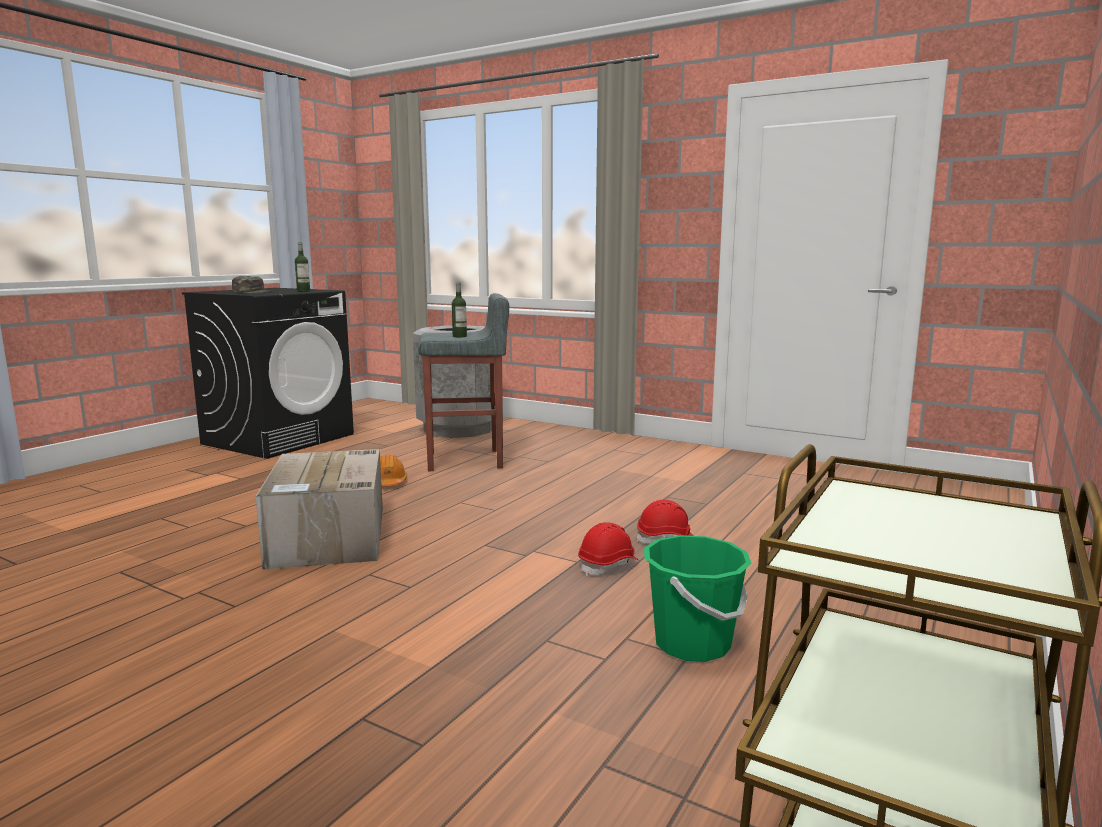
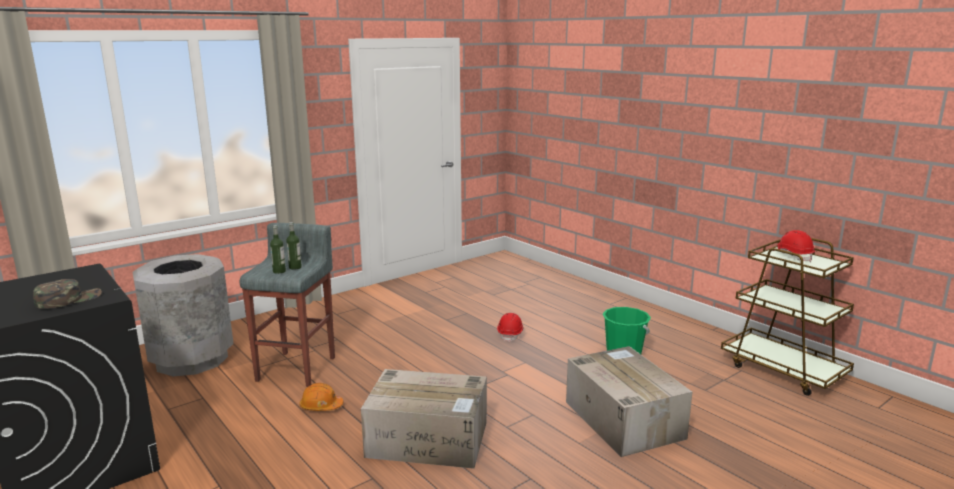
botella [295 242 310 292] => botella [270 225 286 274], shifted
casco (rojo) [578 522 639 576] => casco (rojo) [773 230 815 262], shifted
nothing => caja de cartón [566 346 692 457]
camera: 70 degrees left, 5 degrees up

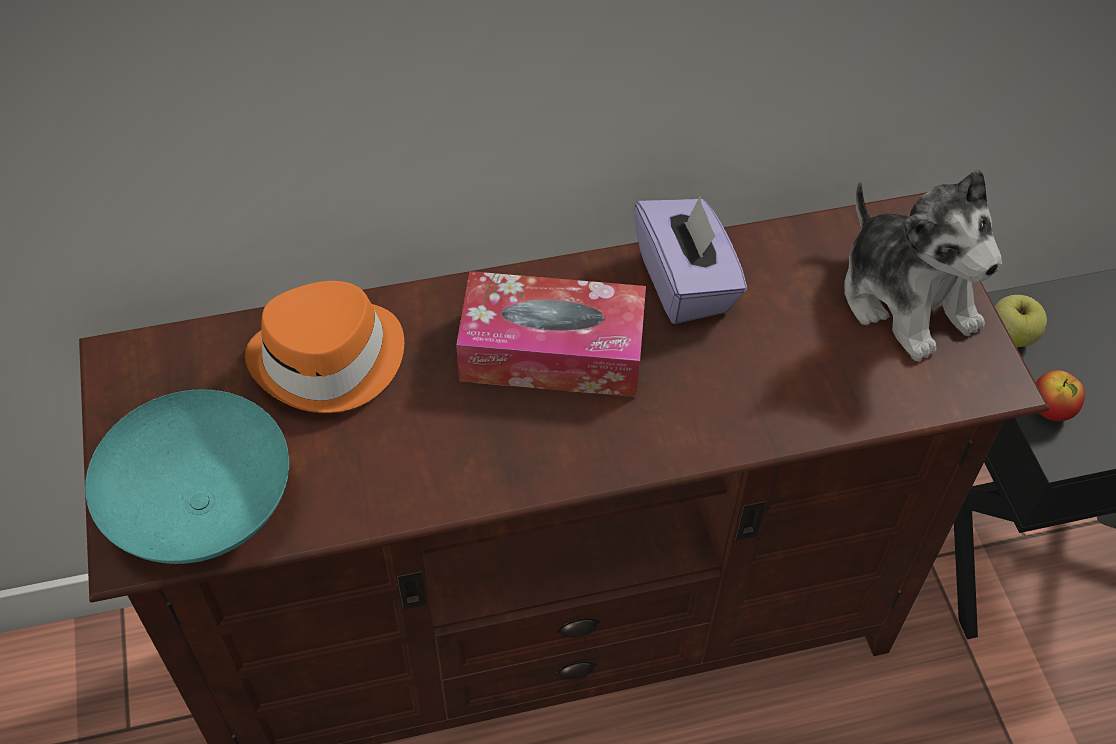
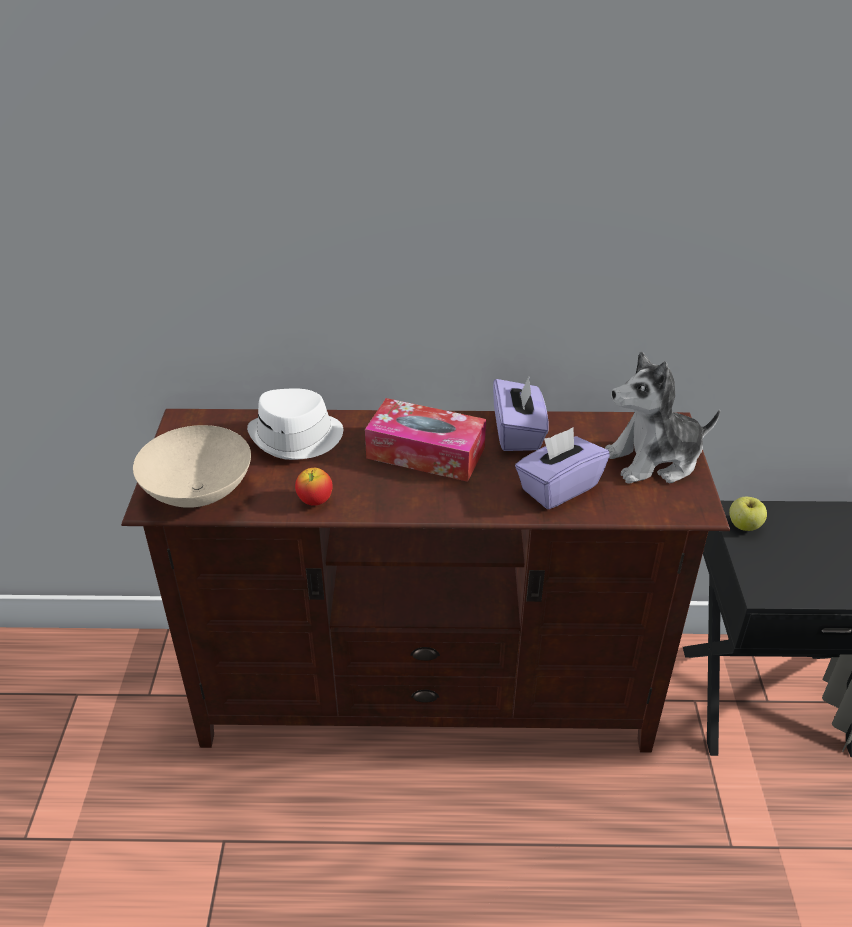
cuenco (turquesa) [85 389 289 564] => cuenco (beis) [133 425 251 507]
sombrero (naranja) [245 281 404 413] => sombrero (blanco) [247 388 343 460]
peluche [844 170 1002 361] => peluche [605 351 720 484], 90 degrees clockwise
manzana [1036 370 1085 421] => manzana [295 468 333 506], shifted
nothing => caja de pañuelos (morado) [515 427 610 509]
camera: 15 degrees right, 15 degrees down

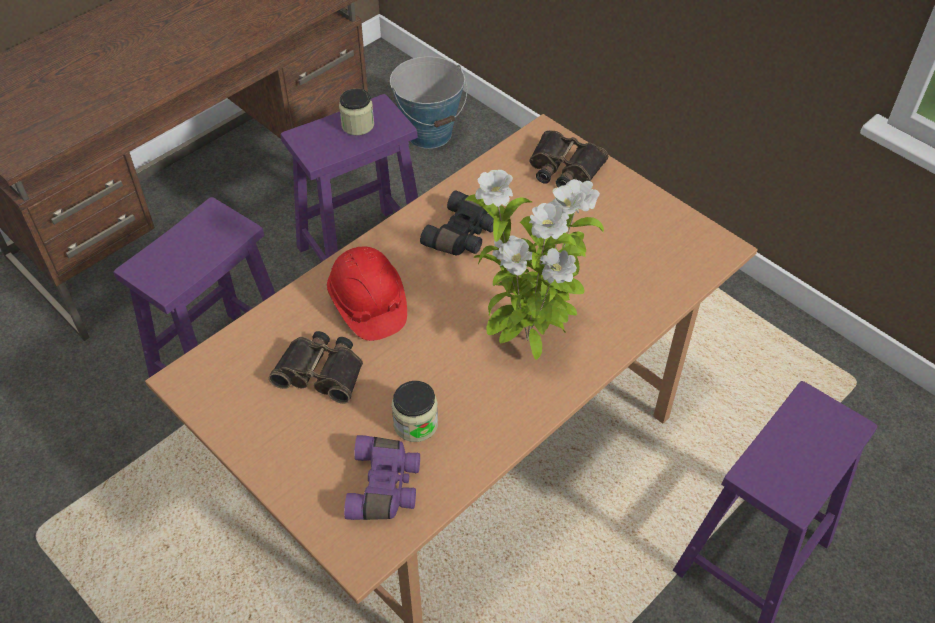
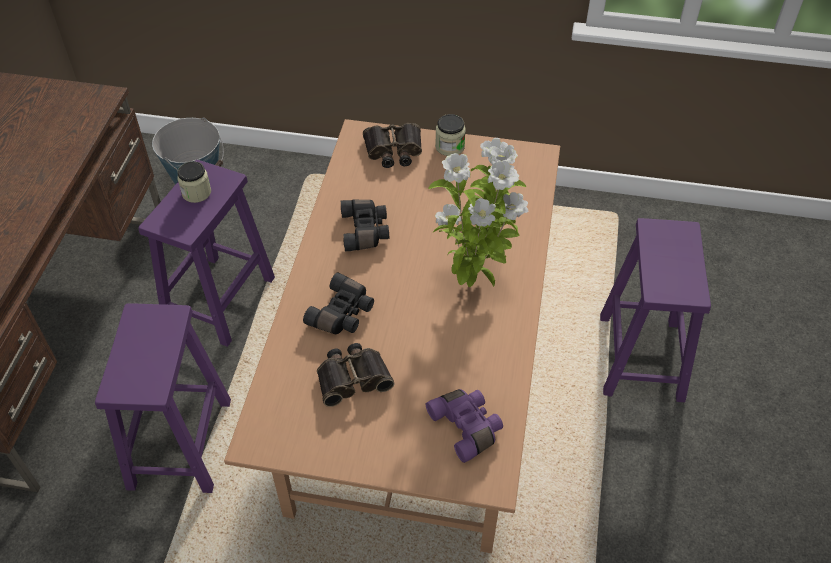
casco (rojo) [327 246 407 341] => prismáticos (negro) [303 272 374 334]
tarro [392 381 438 442] => tarro [435 114 466 156], shifted
camera: 35 degrees left, 0 degrees up

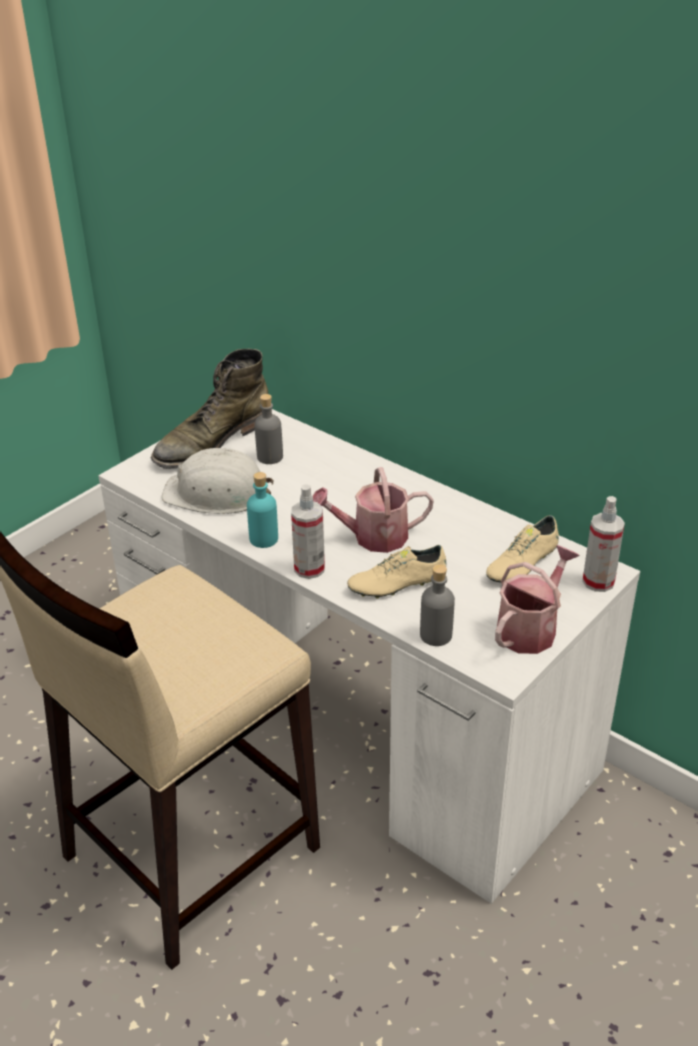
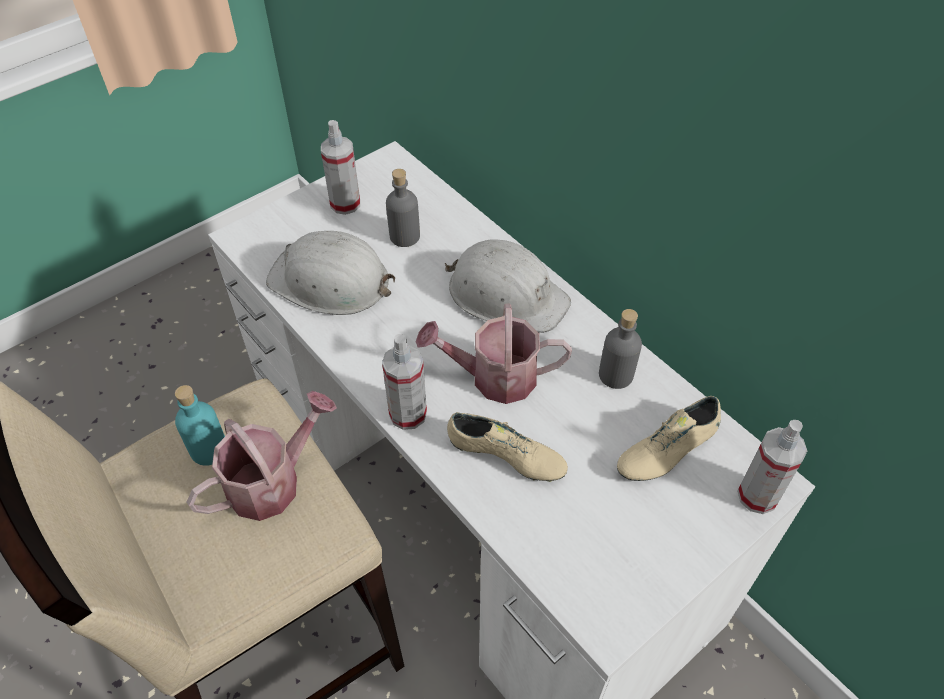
bota (verde) [151 349 268 469] => pulverizador [321 120 360 215]
botella (turquesa) [247 472 278 548] => botella (turquesa) [175 385 225 466], shifted
zapato (beis) [347 545 446 598] => zapato (beis) [447 412 568 482], 150 degrees counterclockwise
botella (gris) [420 564 455 646] => botella (gris) [599 309 642 389], shifted
regadera [495 545 580 654] => regadera [186 391 337 521], shifted
nothing => casco (blanco) [445 239 571 333]
camera: 10 degrees right, 15 degrees up

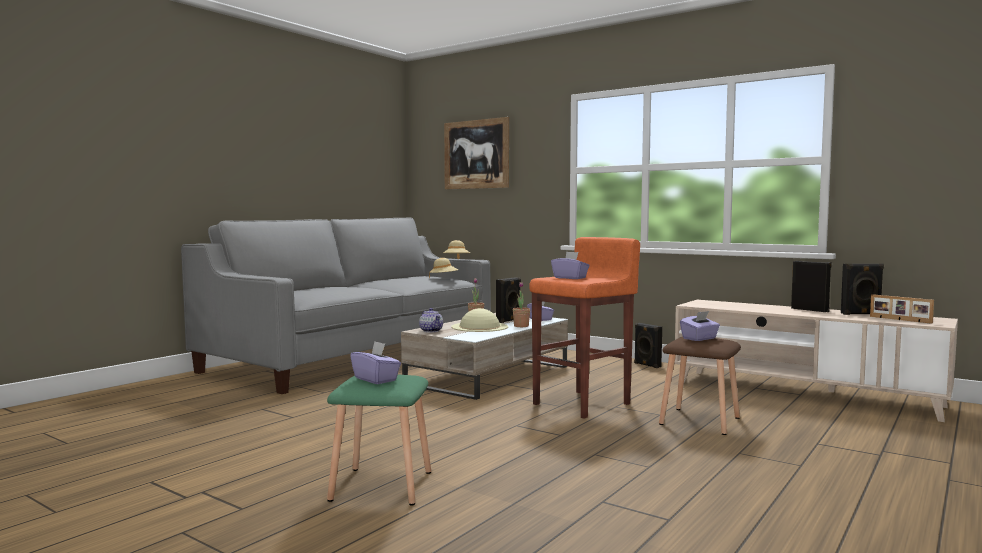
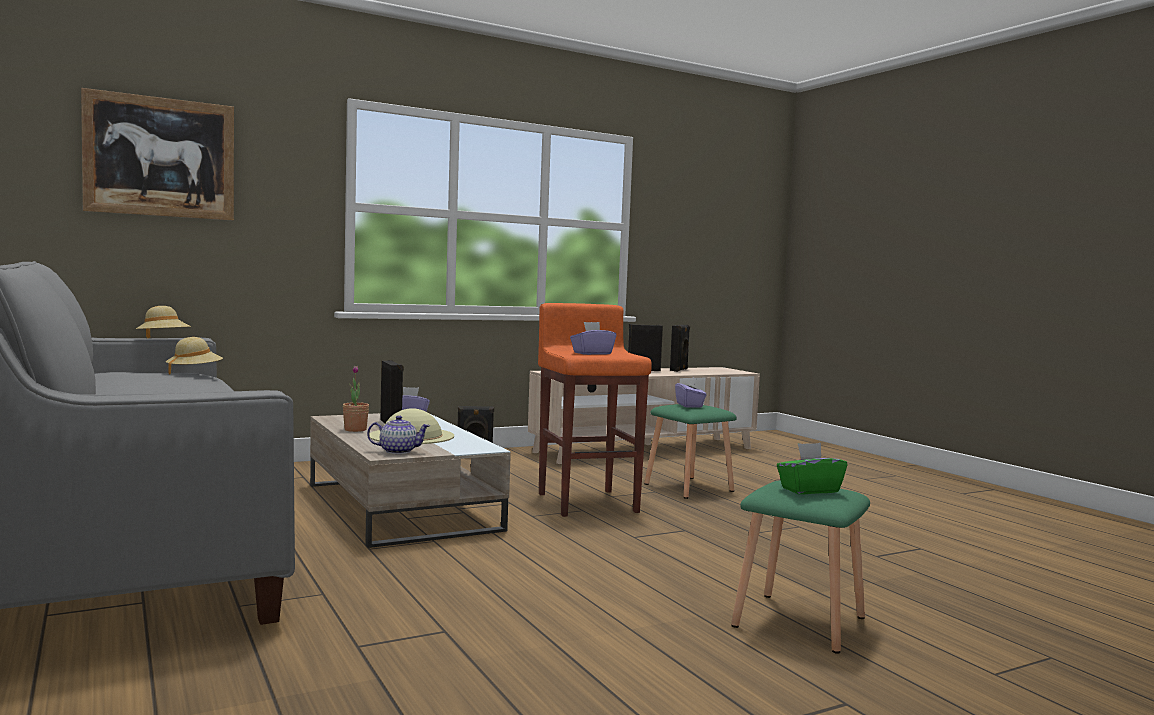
caja de pañuelos (morado) [350 341 401 384] => caja de pañuelos (verde) [777 443 847 494]
planta en maceta [513 282 530 327] => nothing
taburete (marrón) [659 337 741 435] => taburete (verde) [645 404 737 499]
portarretratos [870 294 934 324] => nothing
camera: 65 degrees left, 0 degrees up

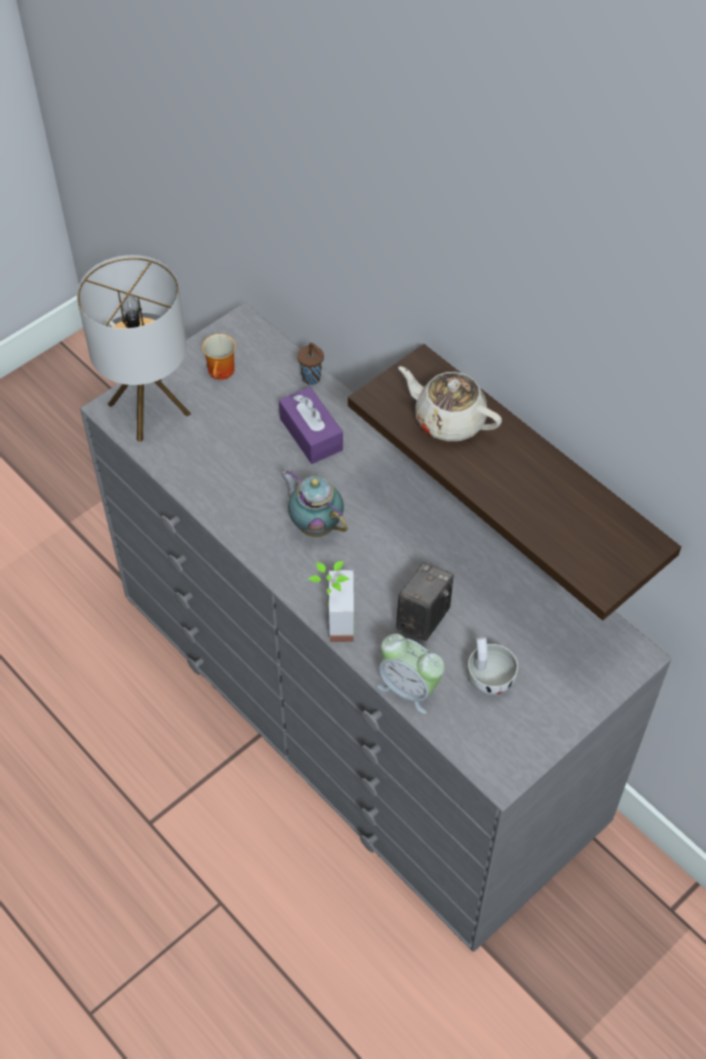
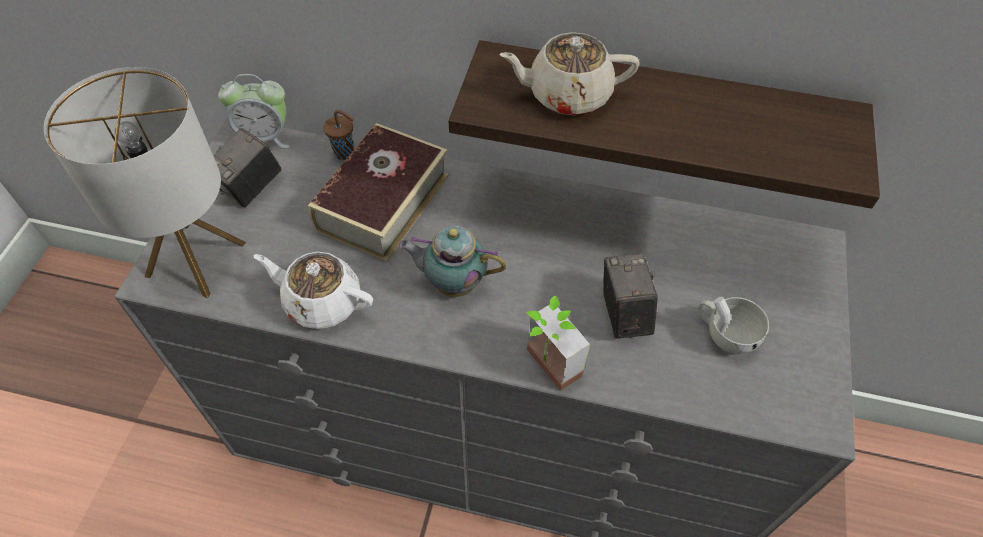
taza grande [202 334 236 380] => cámara [213 128 282 207]
caja de pañuelos (morado) [279 387 343 464] => libro [308 123 448 262]
despertador [377 634 445 714] => despertador [218 74 290 148], shifted
nothing => tetera (blanco) [253 251 373 329]
camera: 35 degrees left, 0 degrees up

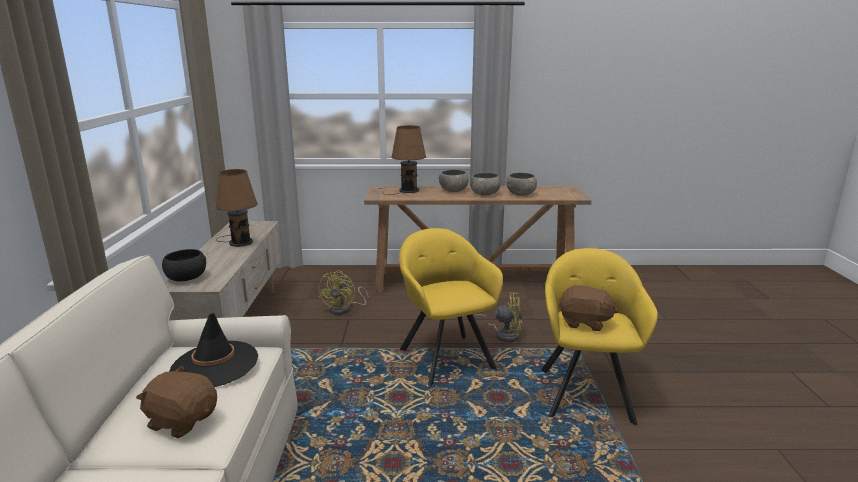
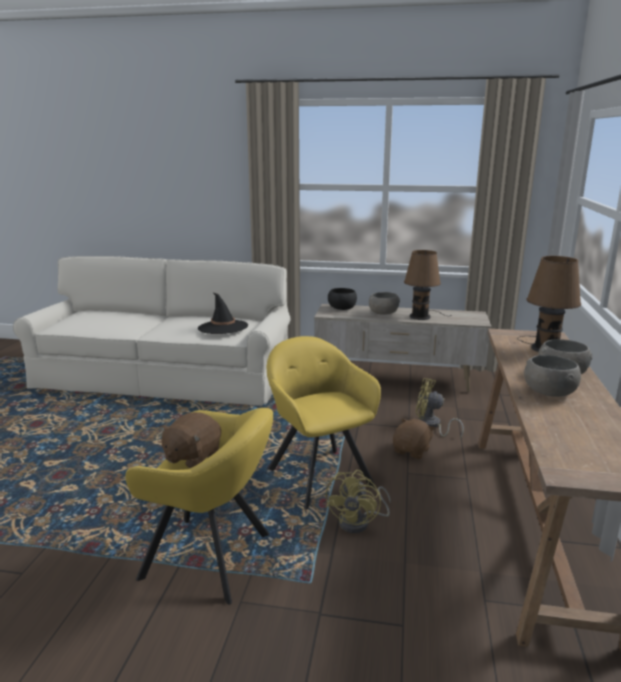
peluche (marrón) [136 366 217 438] => peluche (marrón) [393 418 435 459], shifted
sillón (amarillo) [399 228 503 386] => sillón (amarillo) [266 336 381 510], 105 degrees counterclockwise
cuenco (gris) [506 172 537 196] => cuenco (gris) [369 292 400 315], shifted
camera: 100 degrees right, 0 degrees up

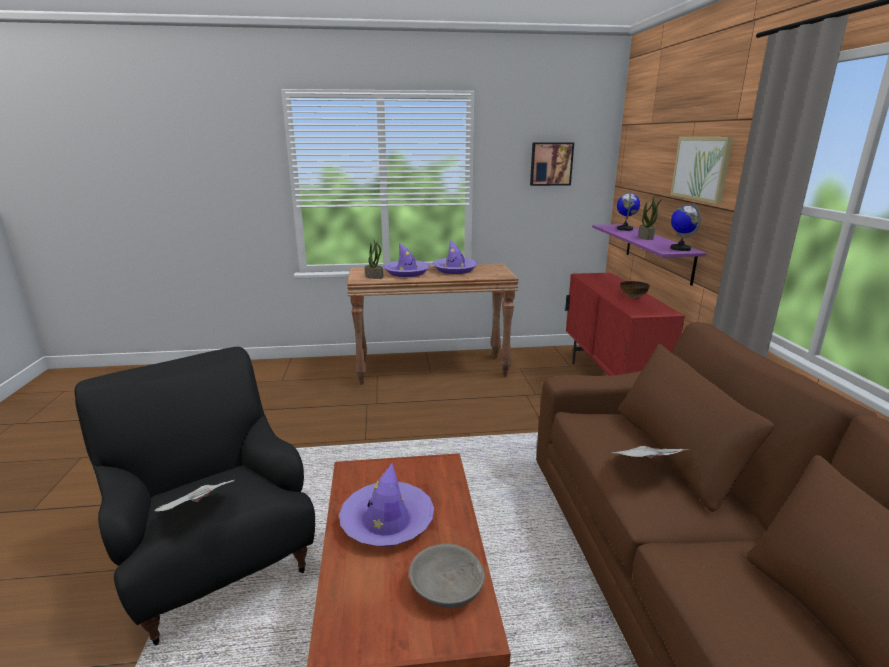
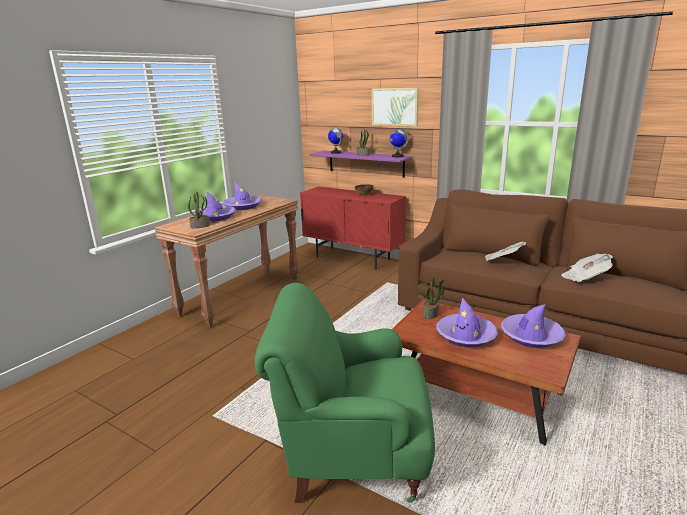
sillón (negro) [75 347 315 645] => sillón (verde) [255 283 435 503]
periódico [154 480 234 511] => periódico [561 254 613 282], shifted
cuenco (gris) [409 544 485 608] => sombrero (morado) [501 304 566 348]
cuadro [530 142 574 186] => nothing
nothing => planta en maceta [419 275 444 319]
camera: 50 degrees left, 0 degrees up

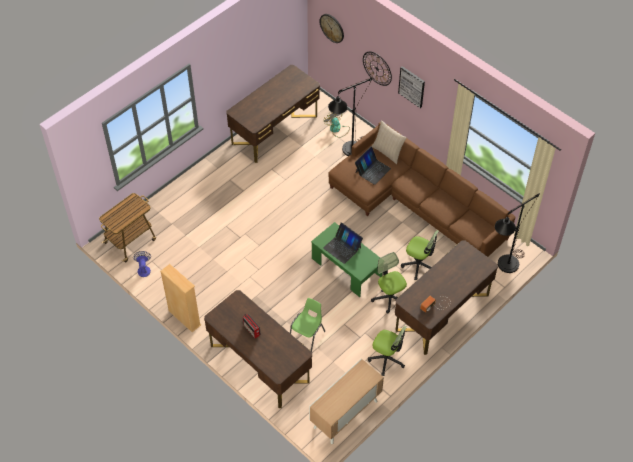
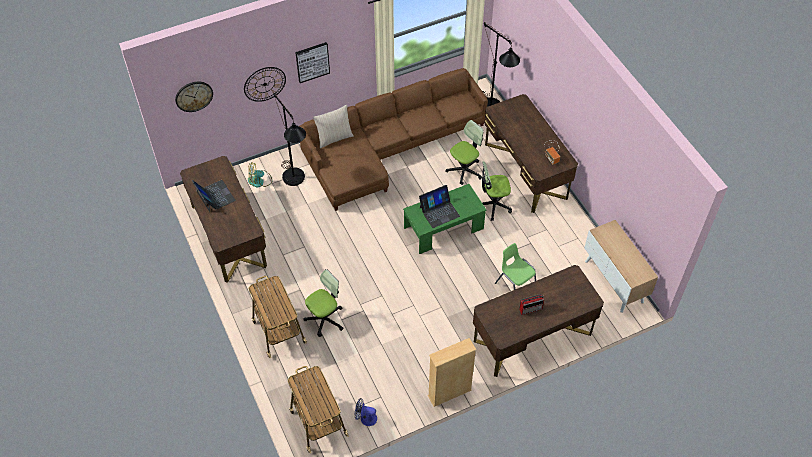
portátil [355 146 391 185] => portátil [192 180 236 212], shifted
silla de oficina [368 326 407 376] => silla de oficina [303 269 344 337], shifted
nothing => carrito [249 276 307 358]
camera: 70 degrees left, 0 degrees up

